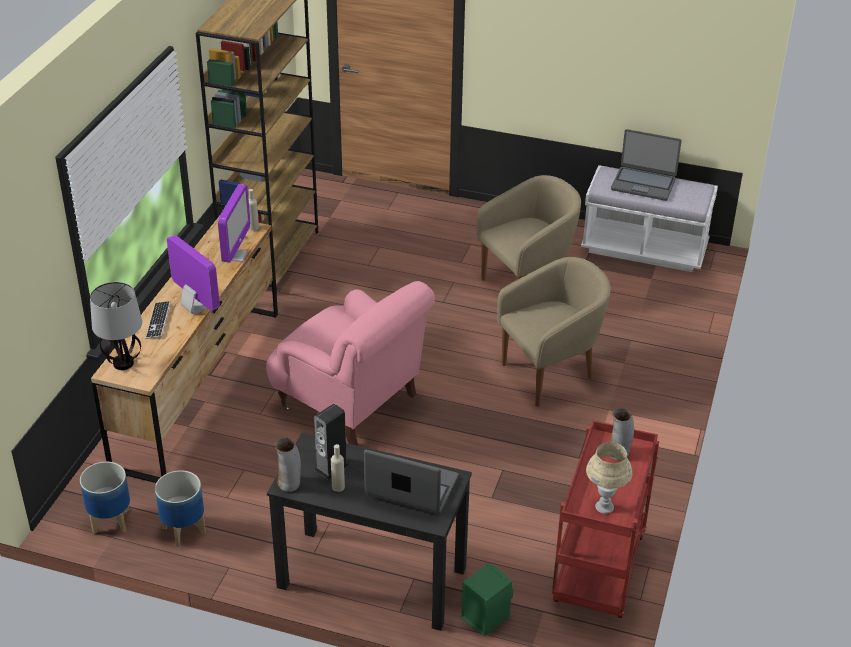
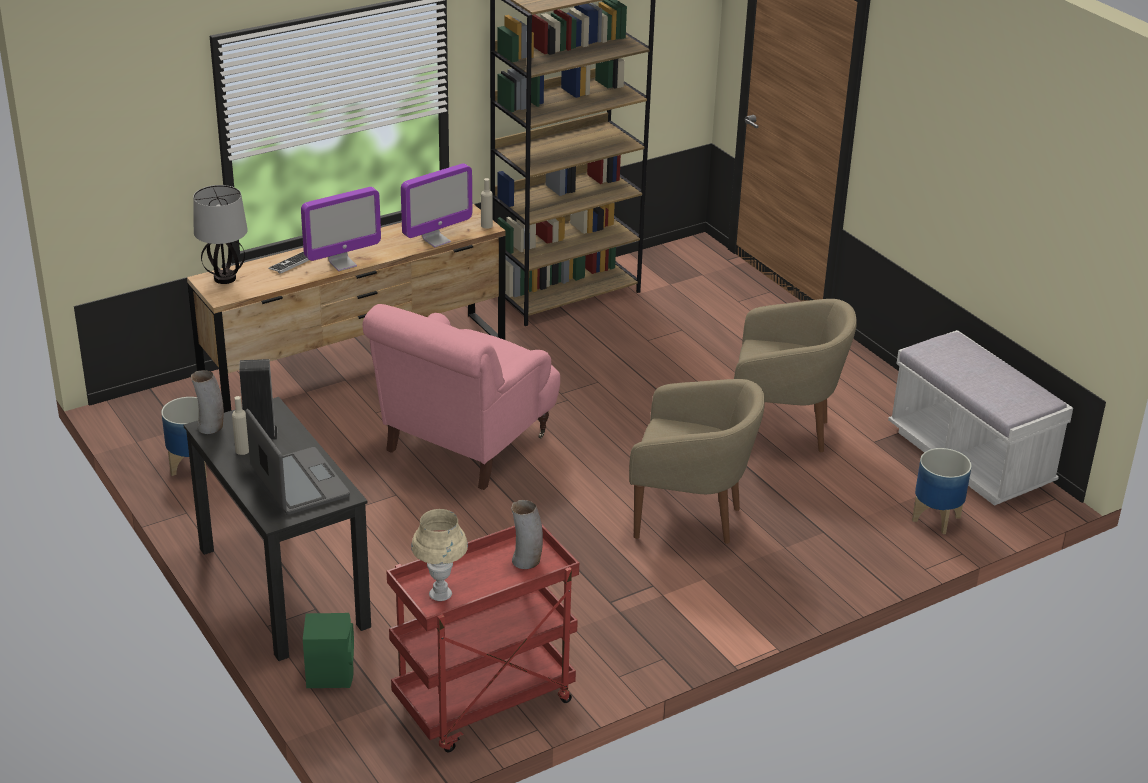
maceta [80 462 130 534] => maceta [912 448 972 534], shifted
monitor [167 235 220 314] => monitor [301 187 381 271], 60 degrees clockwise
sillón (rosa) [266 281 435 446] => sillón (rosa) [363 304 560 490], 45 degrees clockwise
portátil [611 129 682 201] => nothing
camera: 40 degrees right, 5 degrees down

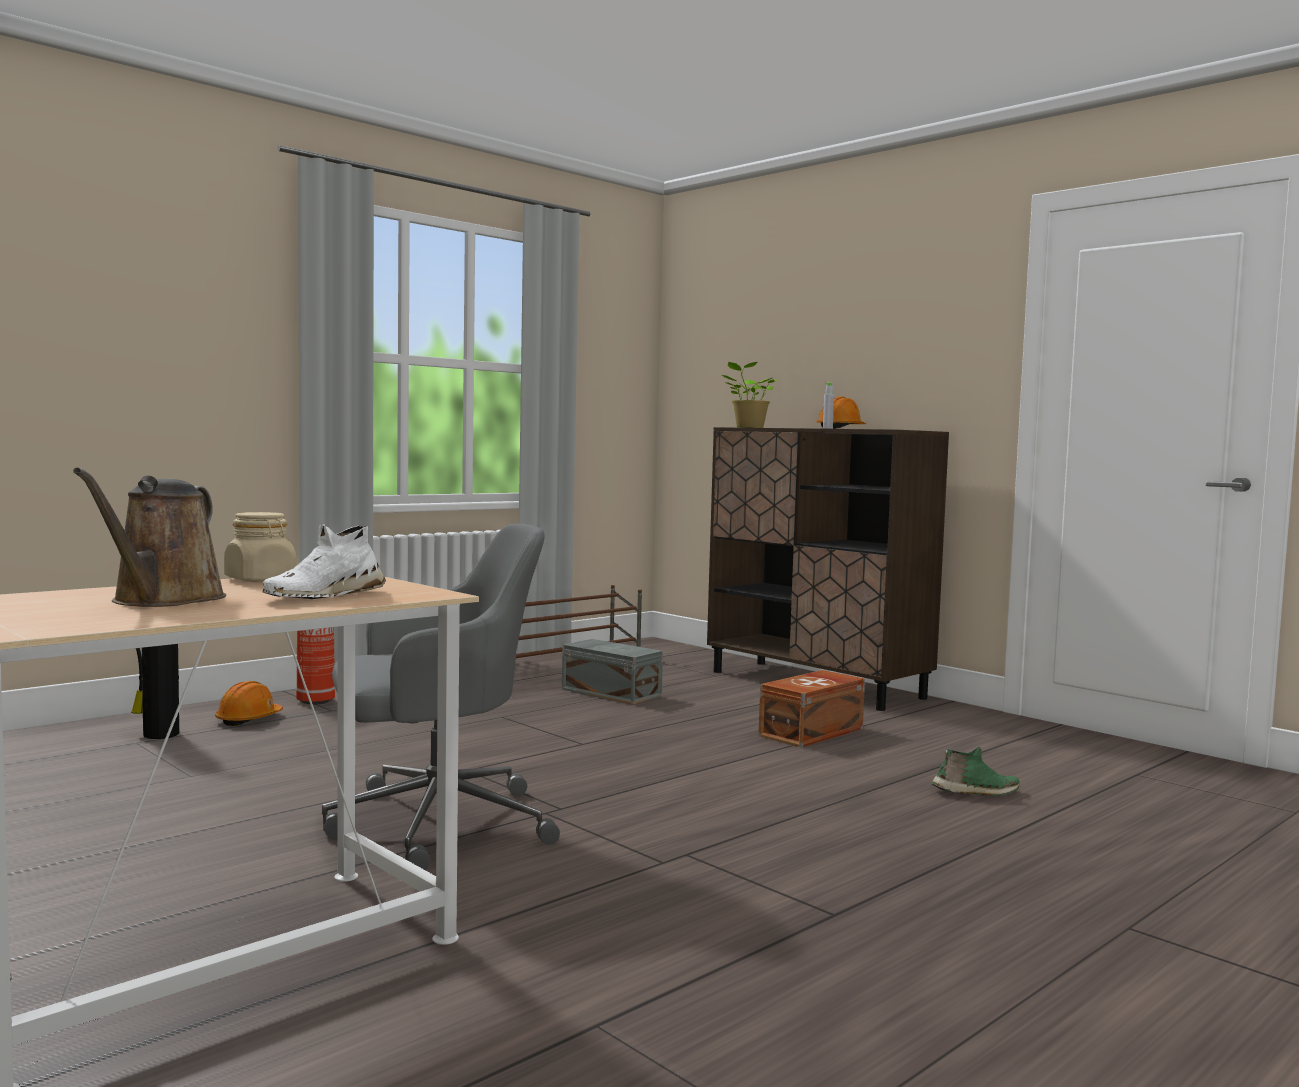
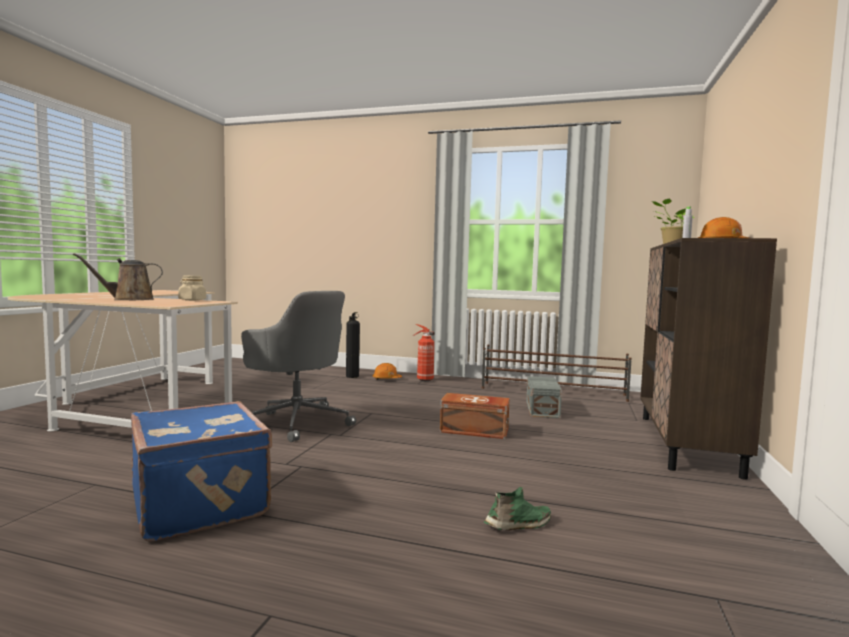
zapato (blanco) [262 524 386 599] => nothing
caja de almacenaje (marrón) [758 670 865 747] => caja de almacenaje (marrón) [440 393 510 439], shifted
zapato (verde) [931 747 1019 796] => zapato (verde) [484 487 551 531], 75 degrees counterclockwise
nothing => maleta (azul) [131 401 272 542]
camera: 60 degrees right, 0 degrees up

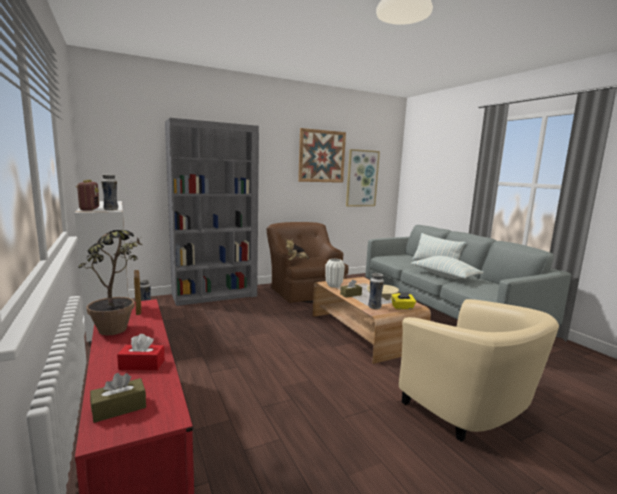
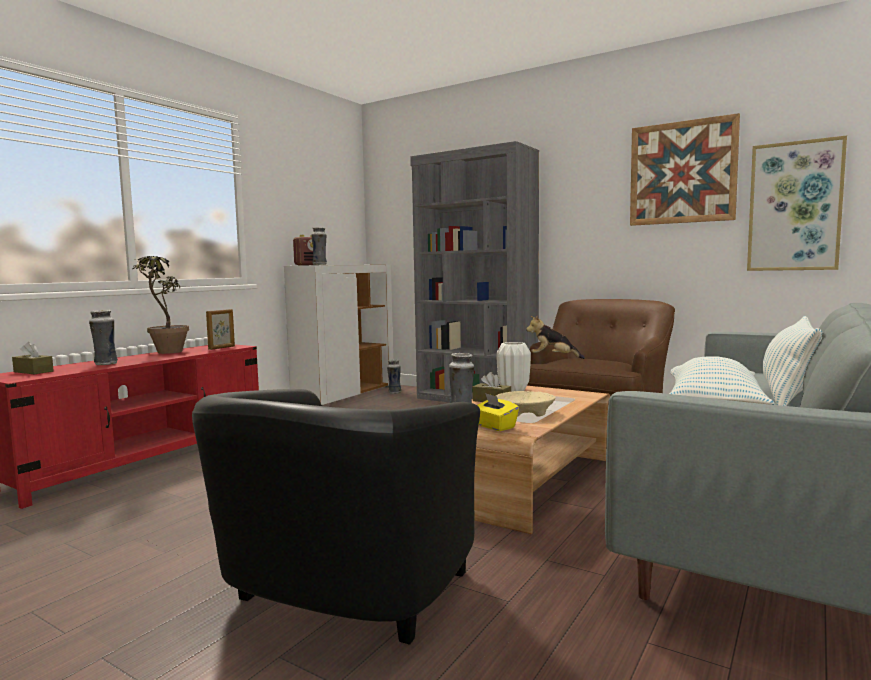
caja de pañuelos (rojo) [117 334 165 370] => florero [89 310 118 365]
sillón (beis) [399 299 559 442] => sillón (negro) [192 389 480 645]
camera: 60 degrees right, 5 degrees down

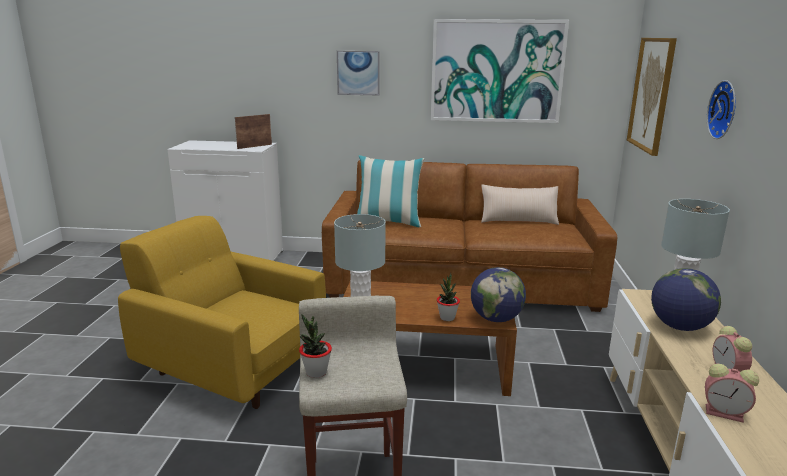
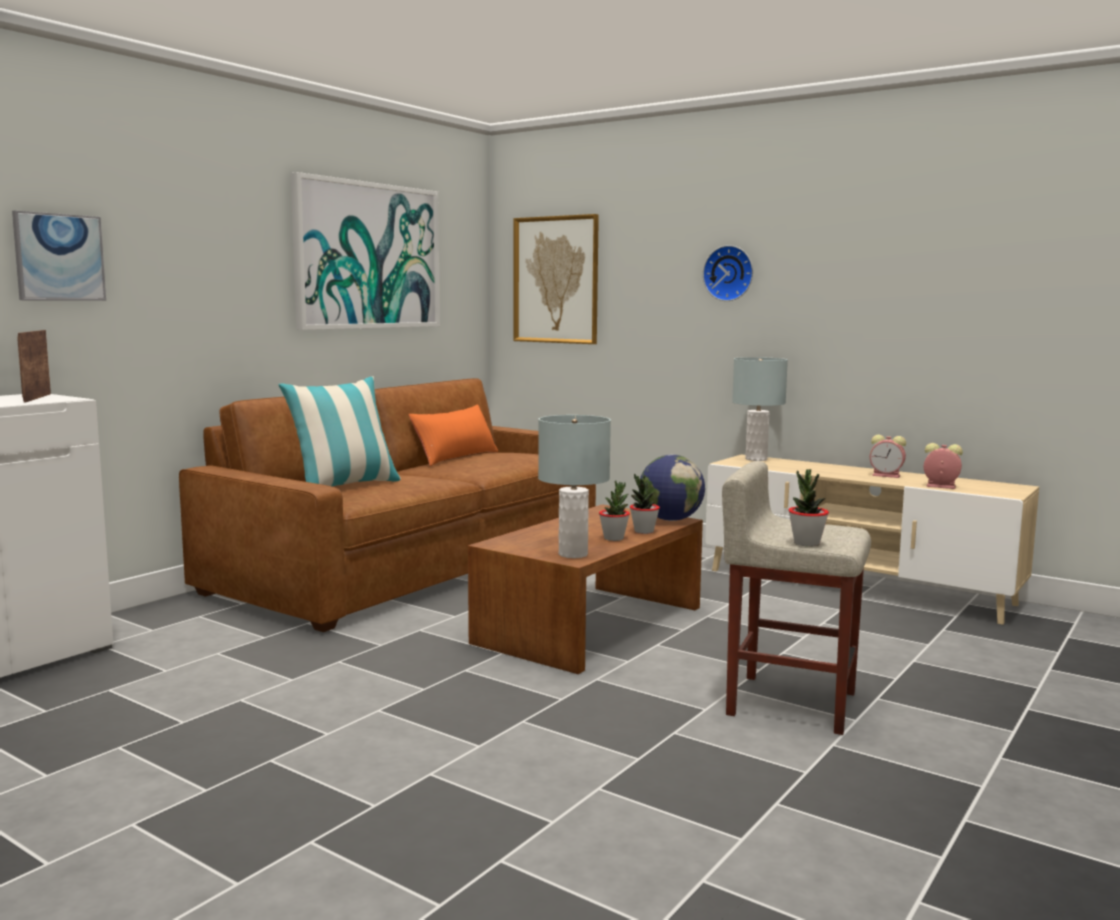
sillón (amarillo) [118 216 326 409] => nothing
cuadro [337 51 380 95] => cuadro [12 210 106 301], shifted
cojín (beis) [481 184 559 225] => cojín (naranja) [409 404 498 466]
globo terráqueo [651 268 721 331] => nothing
despertador [705 364 759 423] => despertador [924 443 963 489], 120 degrees counterclockwise
nothing => planta en maceta [599 481 630 541]
camera: 60 degrees left, 10 degrees down

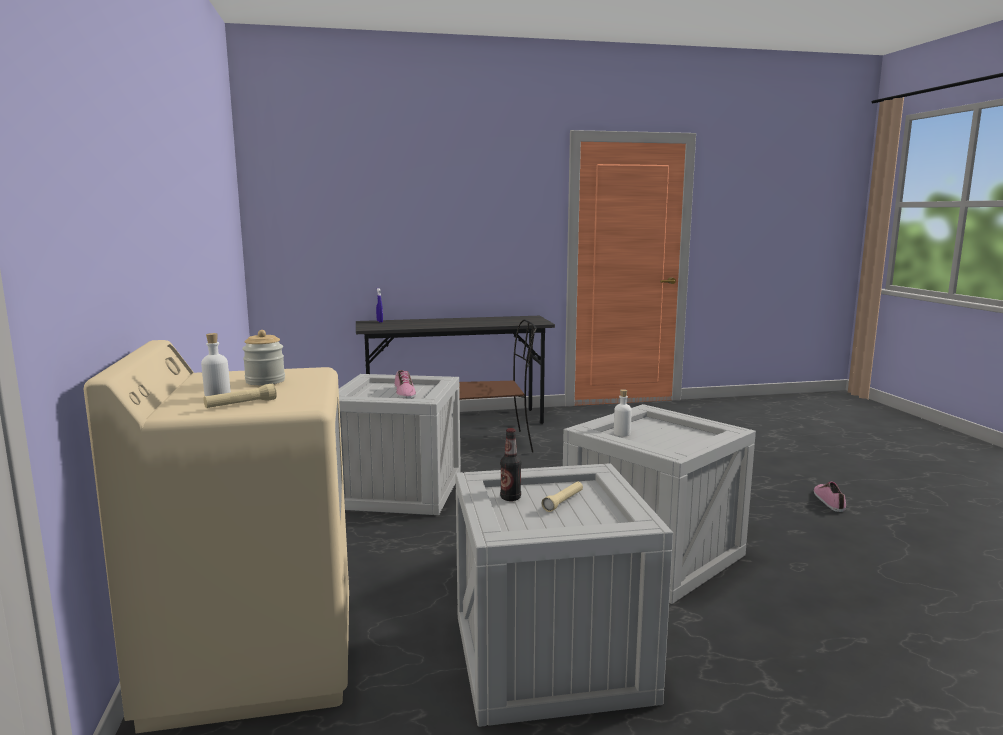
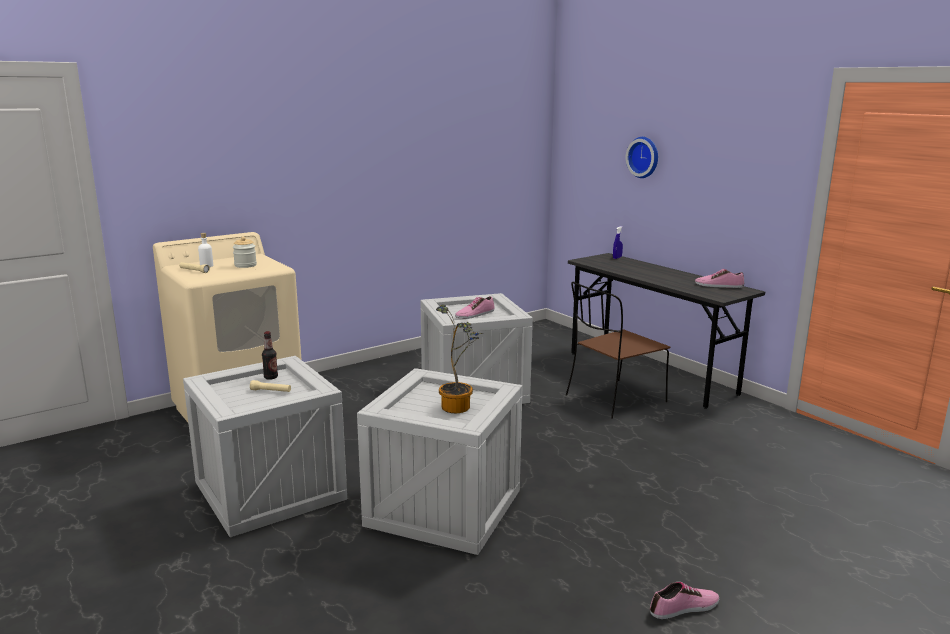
silla (marrón) [459 320 537 452] => silla (marrón) [566 282 670 419], 90 degrees clockwise
botella (blanco) [614 389 632 436] => nothing
nothing => planta en maceta [436 304 483 413]
nothing => reloj de pared [626 137 658 178]
nothing => zapato [695 269 744 288]
camera: 65 degrees right, 5 degrees up

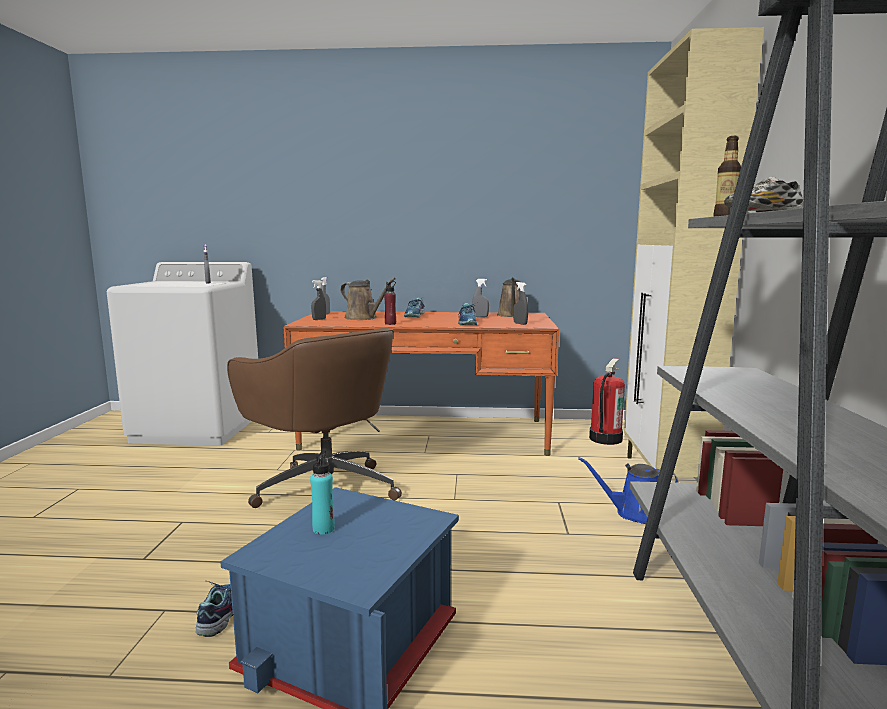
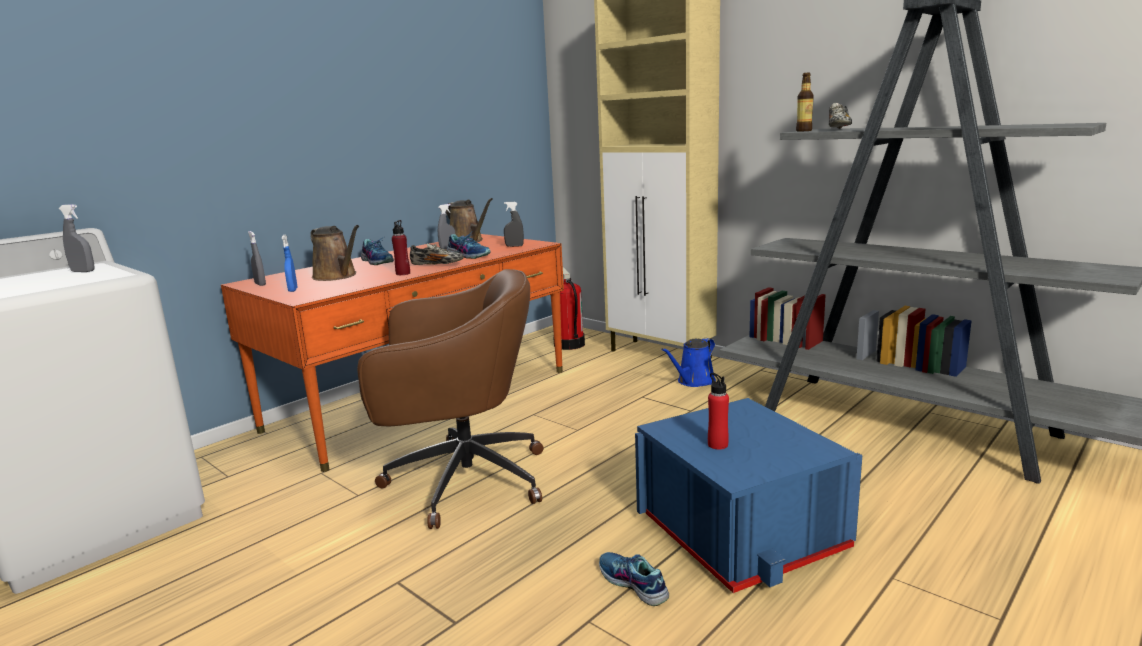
botella (turquesa) [310 450 335 534] => botella (rojo) [708 373 729 450]
pulverizador (gris) [311 280 326 320] => pulverizador (azul) [282 235 297 292]
regadera (marrón) [340 278 396 320] => regadera (marrón) [310 225 359 281], 60 degrees clockwise
nothing => zapato [410 243 464 265]
camera: 50 degrees left, 5 degrees up

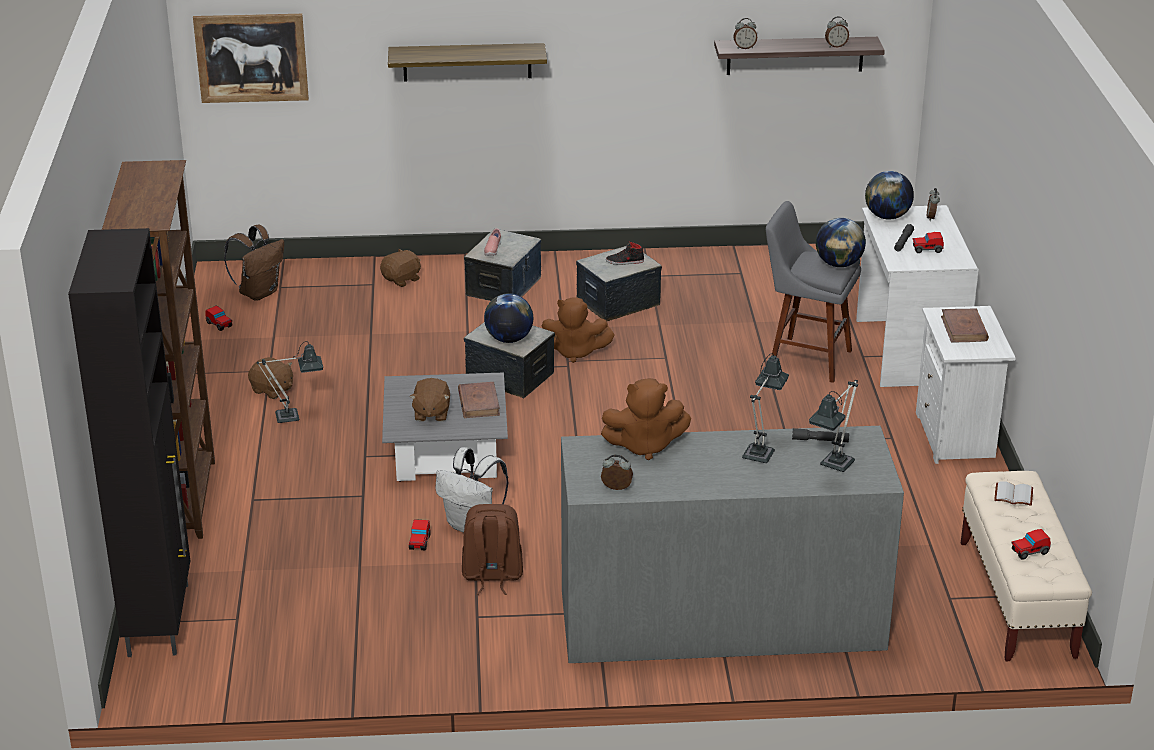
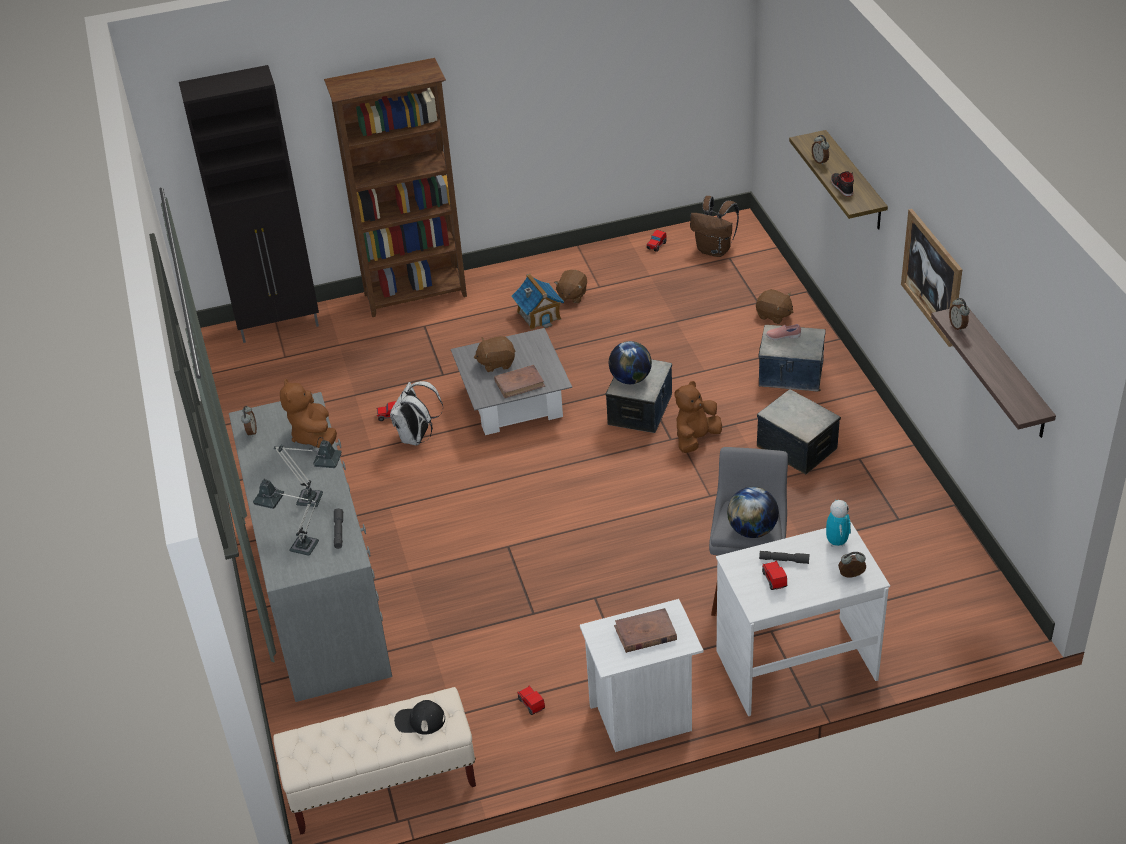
cuadro [193 14 309 103] => cuadro [901 209 962 347], shifted
lámpara de mesa [257 341 323 423] => casita [512 274 564 330]
mochila (marrón) [462 504 523 595] => nothing
peluche (marrón) [542 297 615 363] => peluche (marrón) [674 381 722 453], 45 degrees clockwise
zapato (negro) [606 241 644 265] => zapato (negro) [831 171 854 197], shifted
despertador [825 16 849 47] => despertador [812 135 830 165], shifted
globo terráqueo [865 171 914 220] => robot de juguete [826 499 851 547]
libro (blanco) [994 481 1033 506] => gorra (negro) [394 700 445 735]
coche de juguete [1011 529 1051 560] => coche de juguete [517 685 545 715], shifted
camera: 80 degrees right, 10 degrees up

